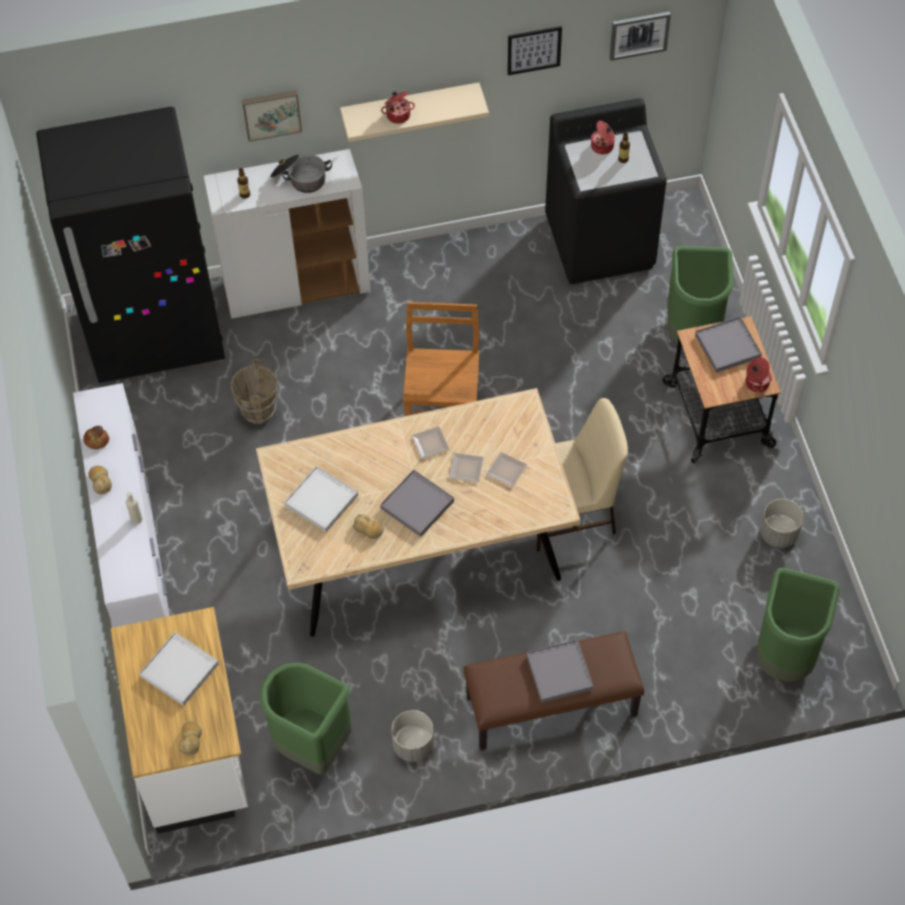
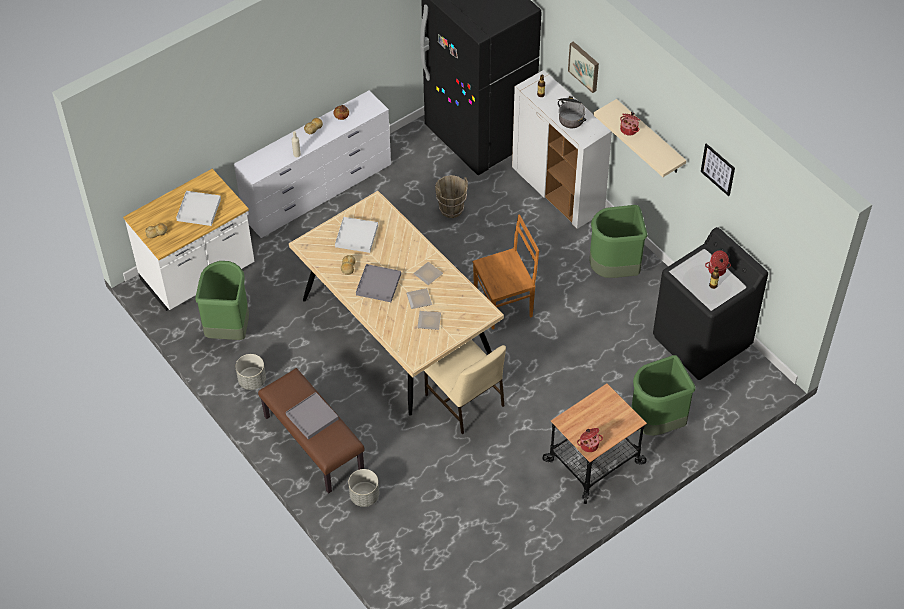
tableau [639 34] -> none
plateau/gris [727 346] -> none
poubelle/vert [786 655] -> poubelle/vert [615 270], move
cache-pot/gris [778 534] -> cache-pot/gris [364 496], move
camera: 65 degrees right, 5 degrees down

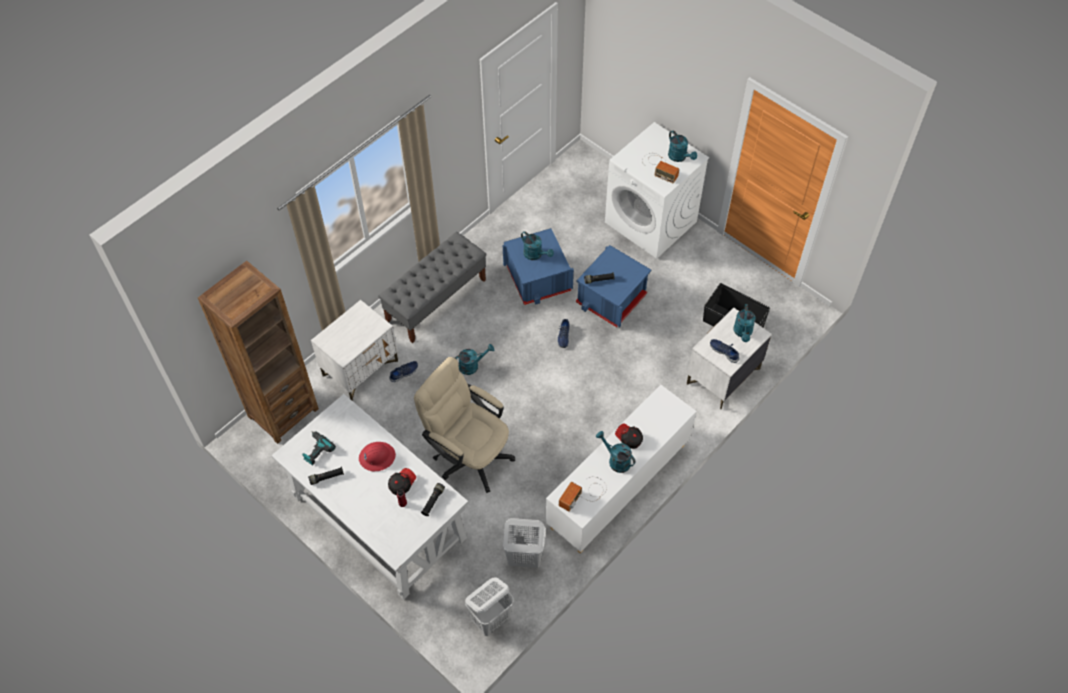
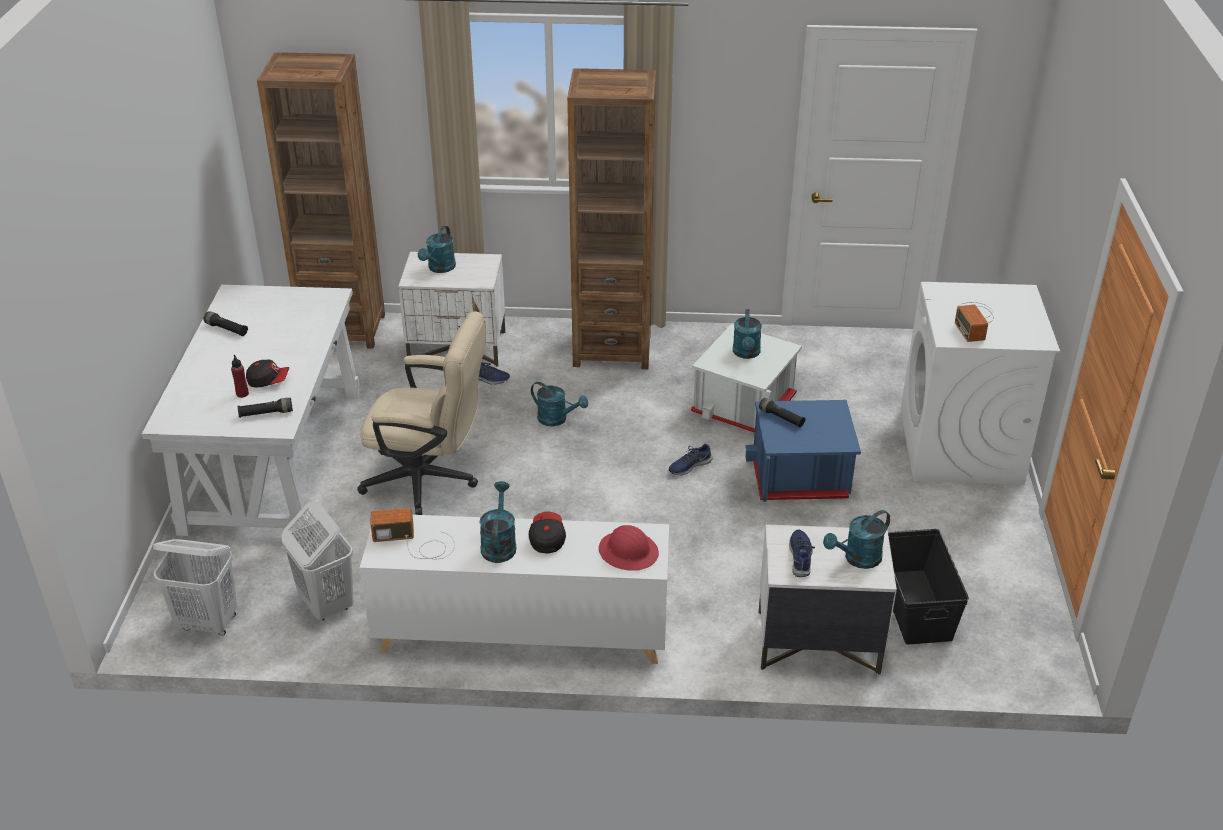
perceuse [316 450] -> none
casque de chantier/rouge [377 457] -> casque de chantier/rouge [628 552], move
banc/gris [436 300] -> bibliothèque/marron [612 350]
chaise de bureau/beige [468 454] -> chaise de bureau/beige [430 480], 105 degrees clockwise
boîte de rangement/bleu [538 277] -> boîte de rangement/blanc [745 403]
arrosoir/turquoise [679 157] -> arrosoir/turquoise [439 268], move
camera: 50 degrees right, 20 degrees down

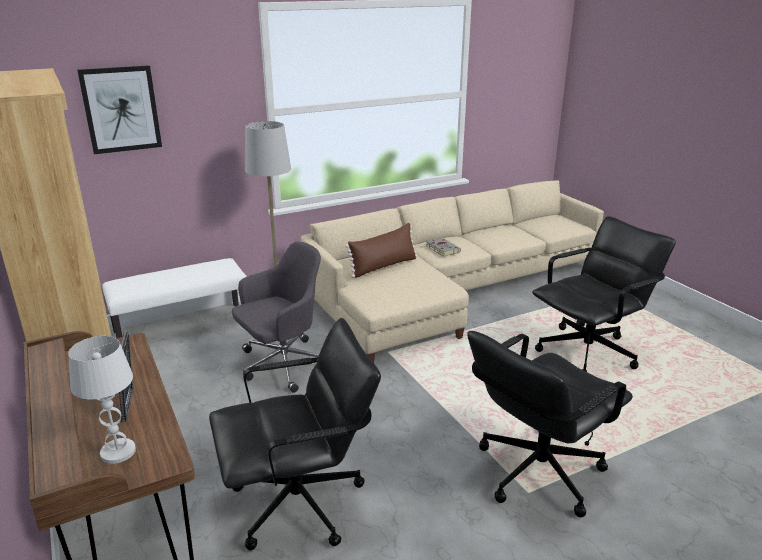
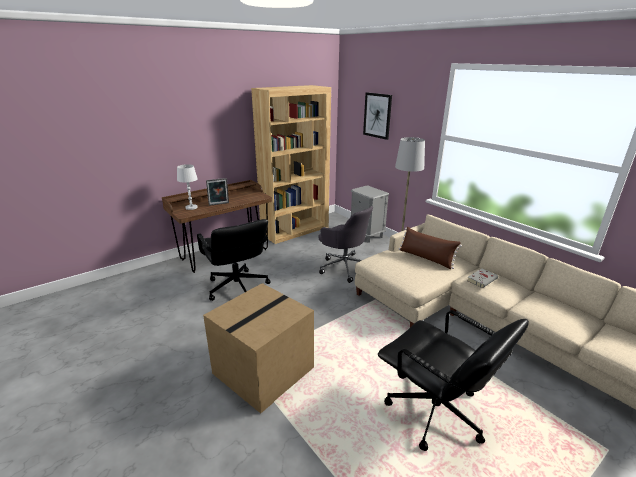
banc/blanc [183 327] -> table de chevet/gris [366 235]
chaise de bureau/noir [537 471] -> carton [263 369]
camera: 80 degrees right, 0 degrees up

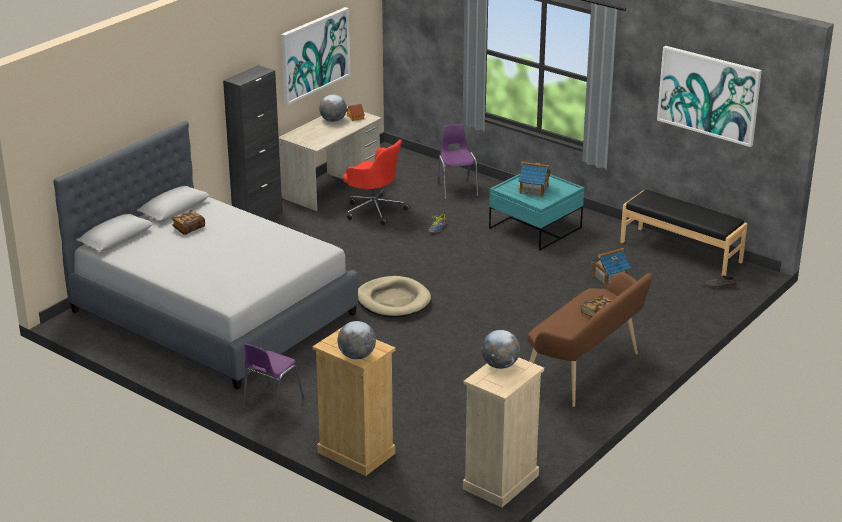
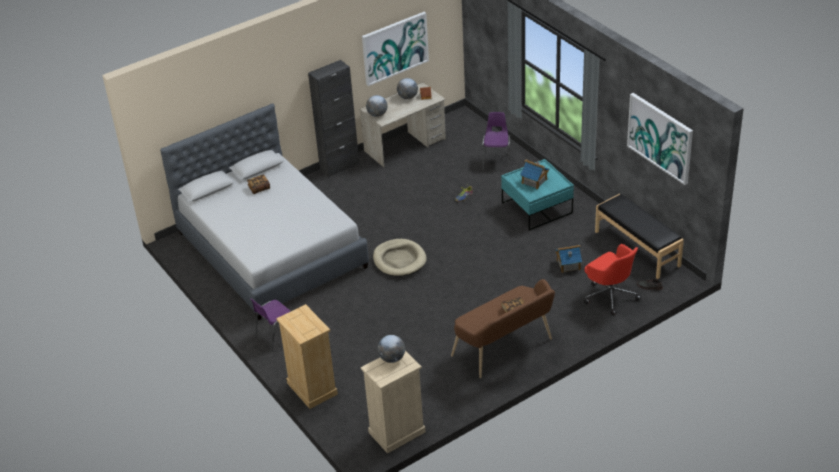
globe [356 356] -> globe [377 114], move
chaise de bureau/rouge [374 210] -> chaise de bureau/rouge [610 295], move
camera: 20 degrees right, 10 degrees up

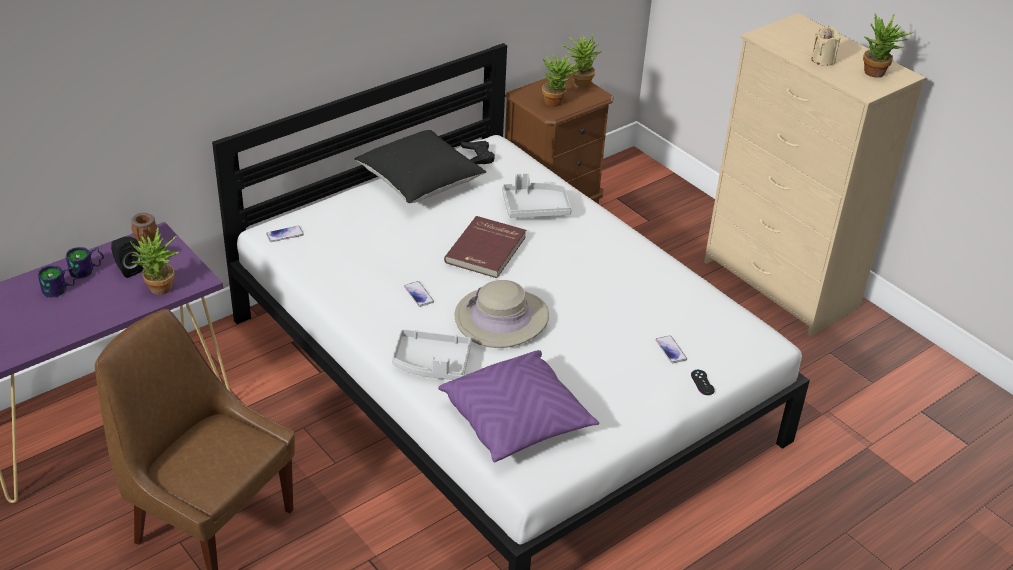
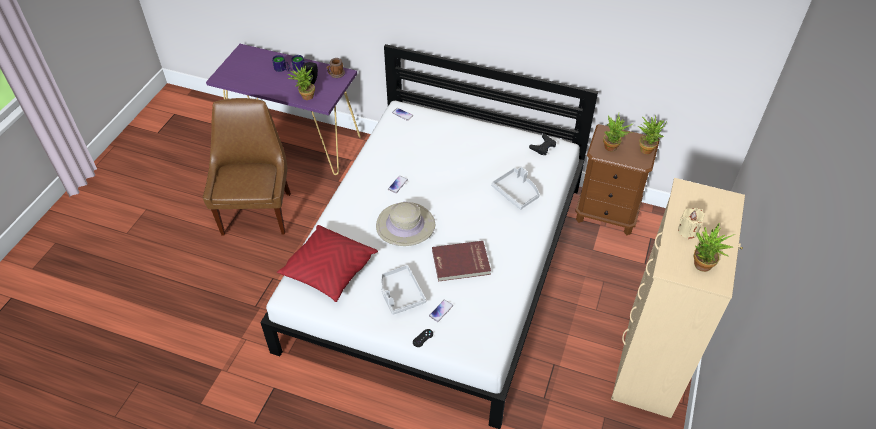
coussin/noir [420 183] -> none
plateau/gris [432 364] -> plateau/gris [400 294], move
coussin/violet [517 421] -> coussin/rouge [329 270]
livre/rouge [487 250] -> livre/rouge [461 263], move
camera: 60 degrees right, 10 degrees up

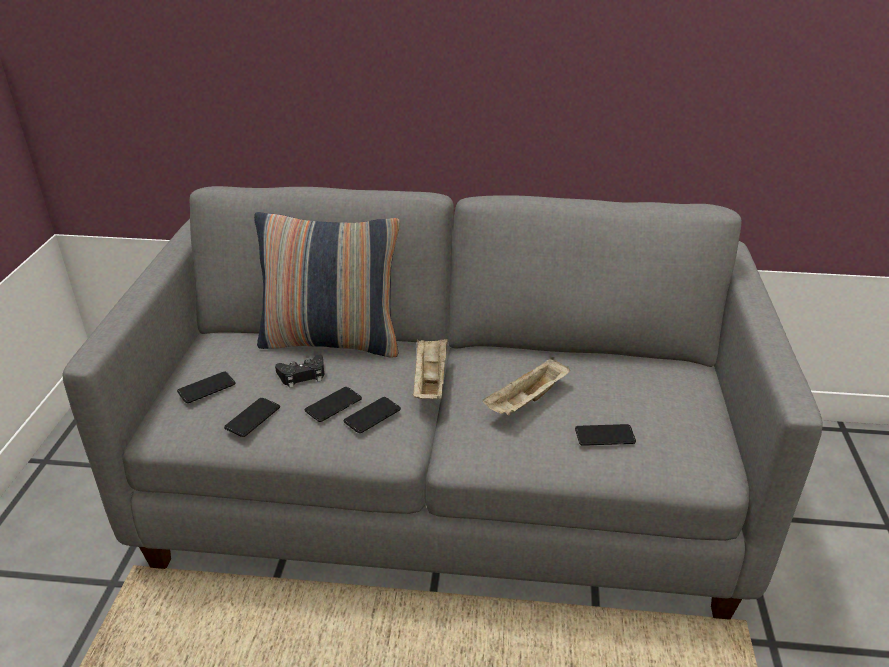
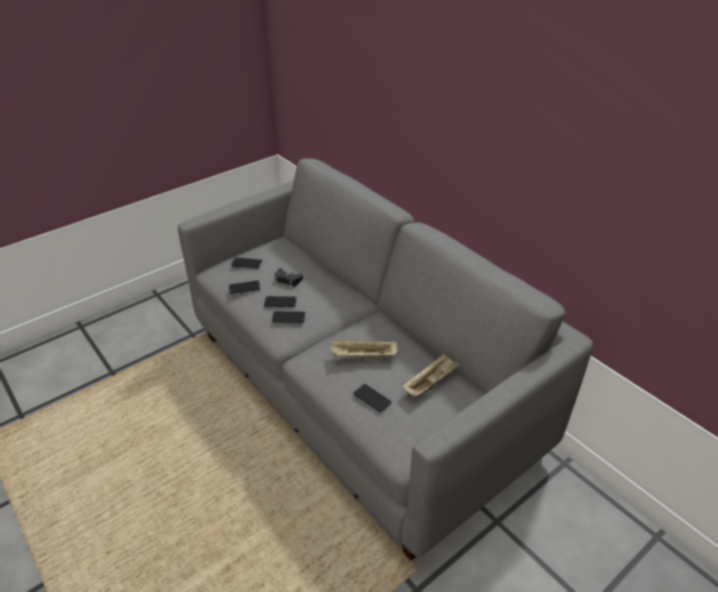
coussin [331 341] -> none
plateau/beige [430 381] -> plateau/beige [431 382], move
camera: 45 degrees right, 5 degrees up

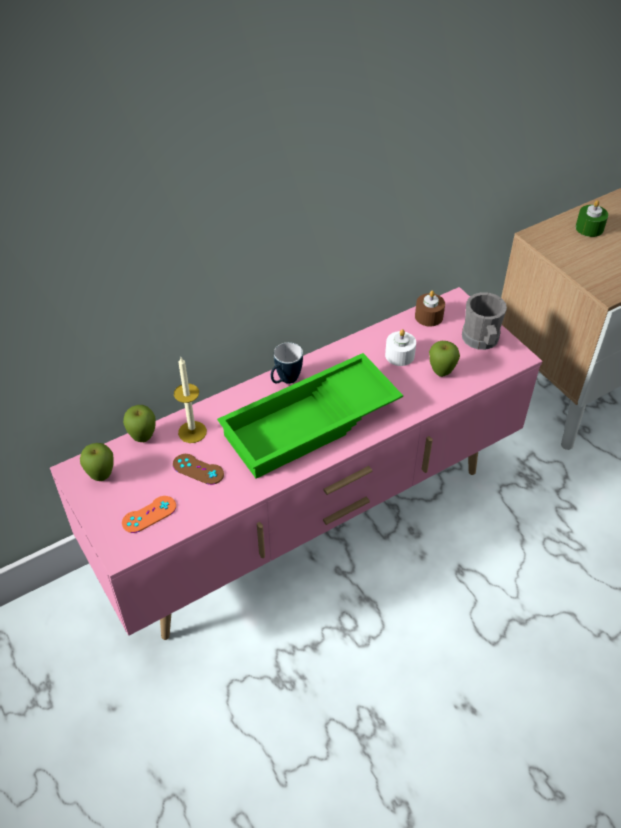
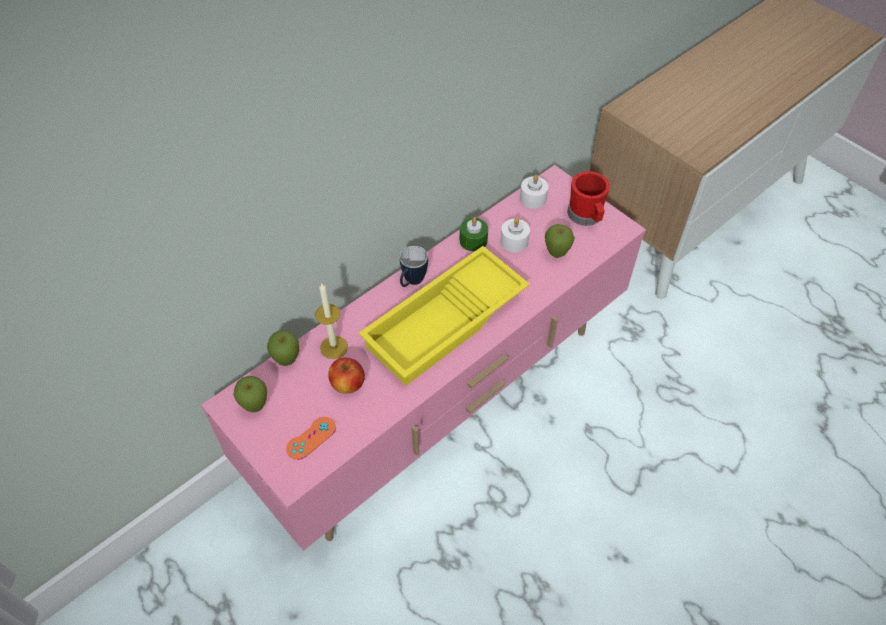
manette/marron [198 469] -> pomme [348 384]
plateau/vert [311 425] -> plateau/jaune [446 323]
bougie/marron [428 316] -> bougie/blanc [533 198]
mug/gris [481 340] -> mug/rouge [586 216]
bougie/vert [589 228] -> bougie/vert [473 240], move
camera: 10 degrees left, 5 degrees up

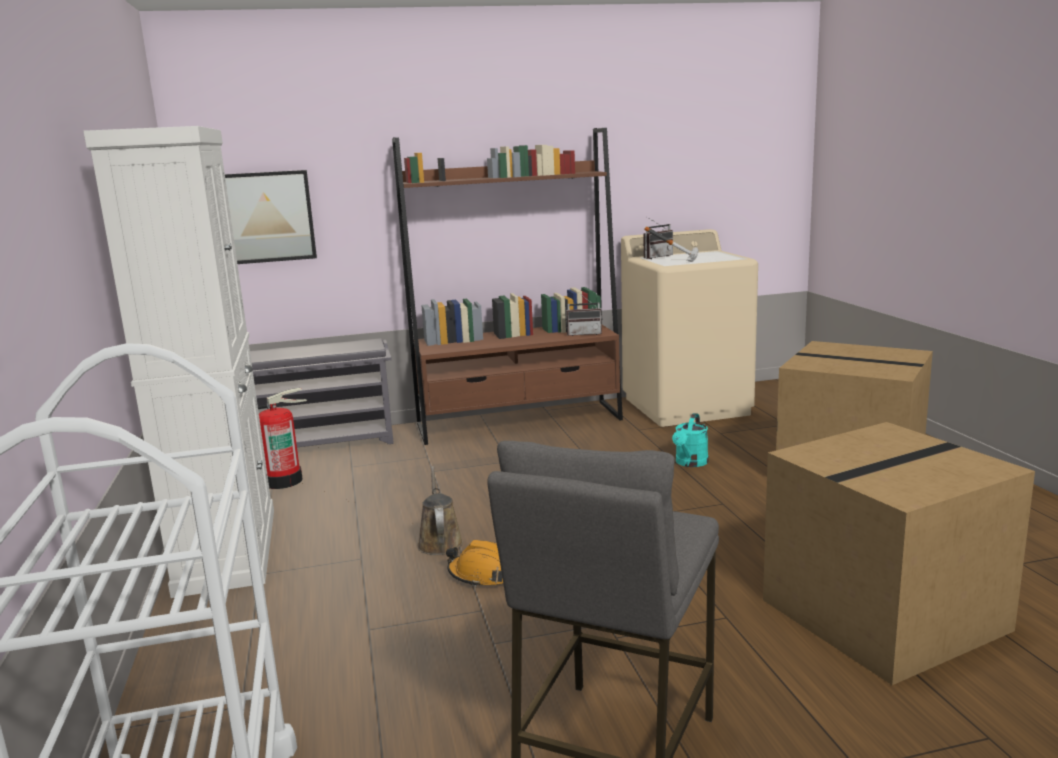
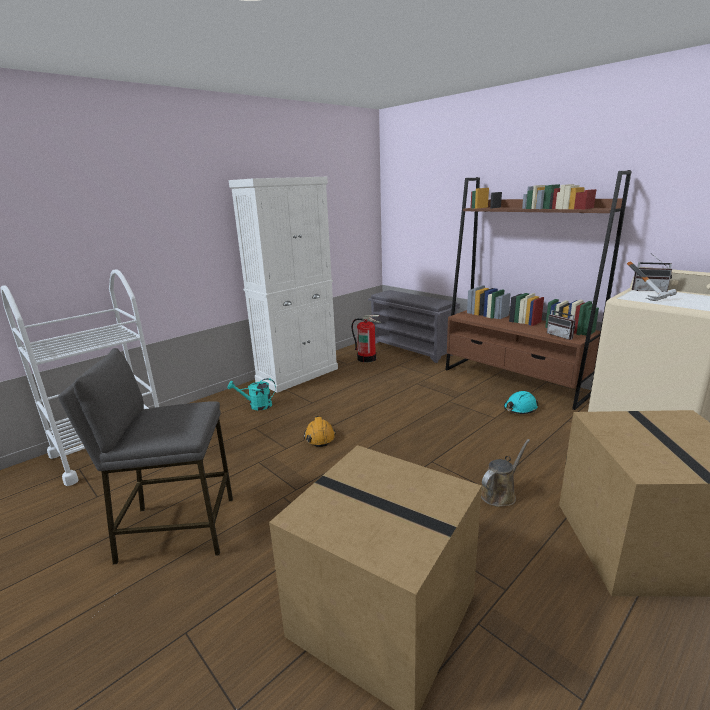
tableau [266 217] -> none
arrosoir/marron [439 542] -> arrosoir/marron [500 493], move
arrosoir/turquoise [690 463] -> arrosoir/turquoise [256 406], move
none -> casque de chantier/turquoise [520 409]
camera: 60 degrees right, 5 degrees up

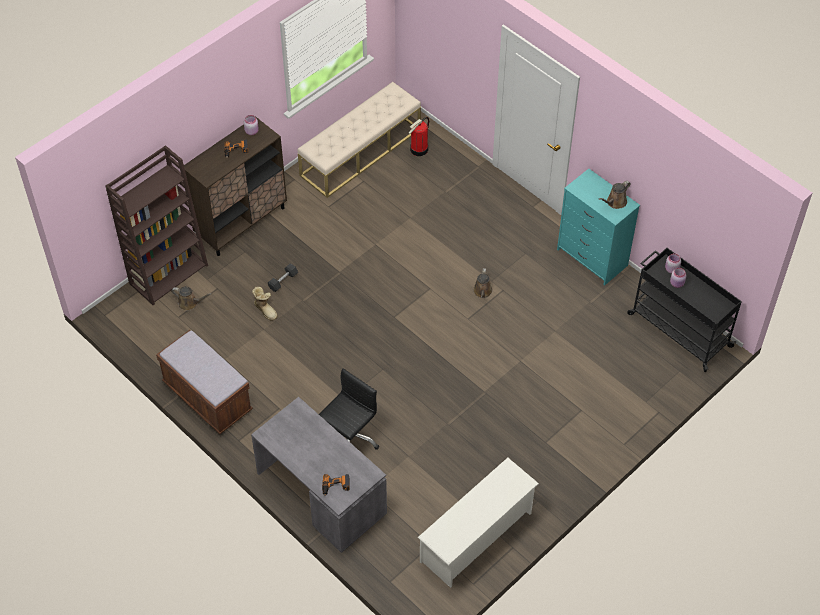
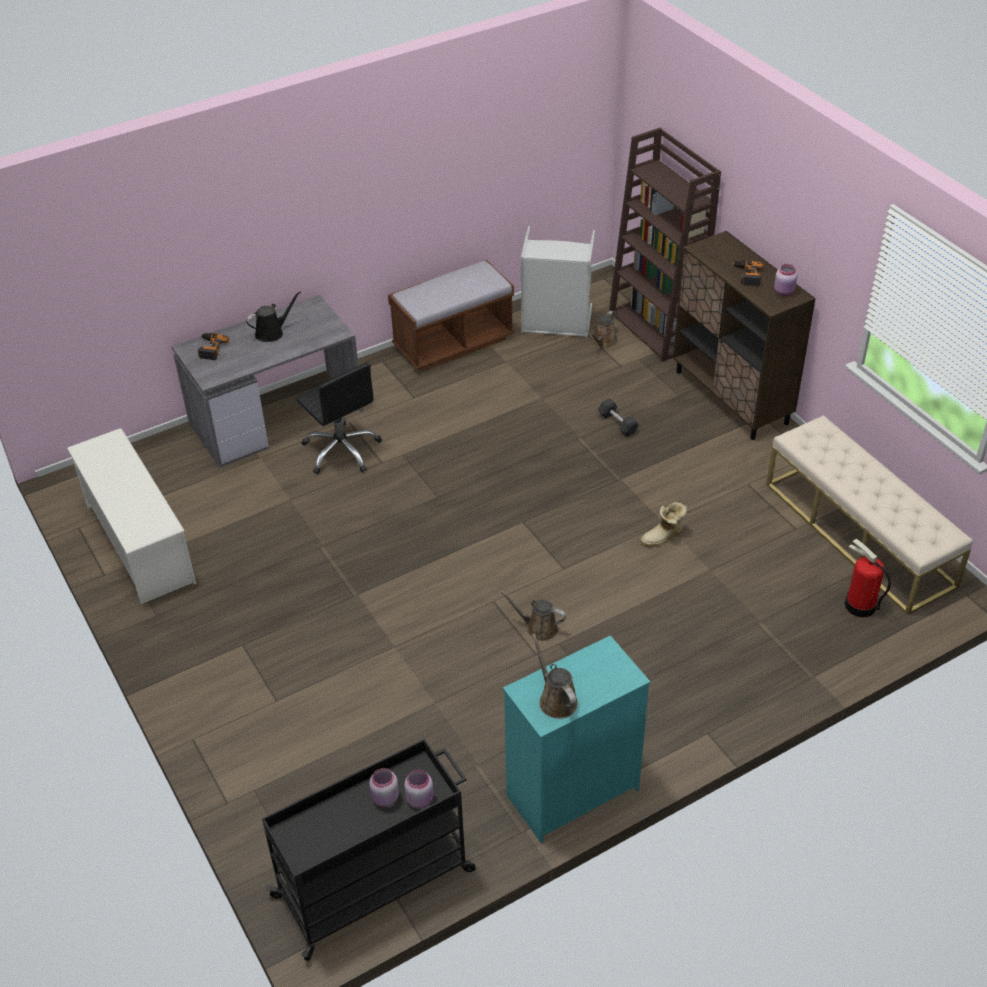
botte [266 310] -> botte [663 537], move
none -> arrosoir/noir [272 332]
none -> panier à linge/gris [556 324]
camera: 105 degrees right, 10 degrees down

